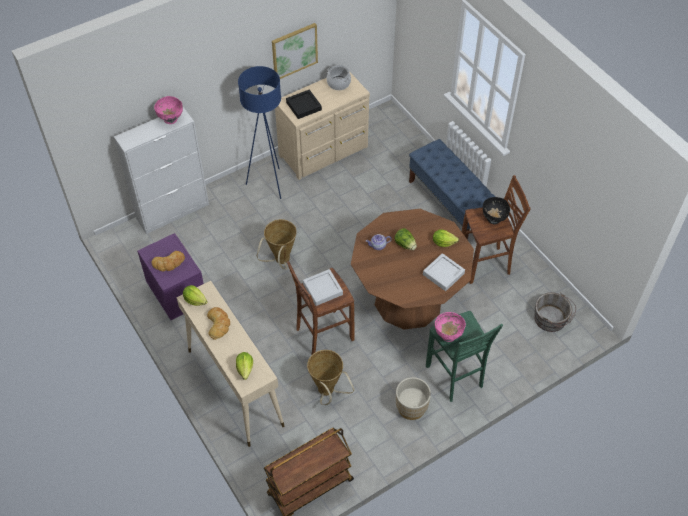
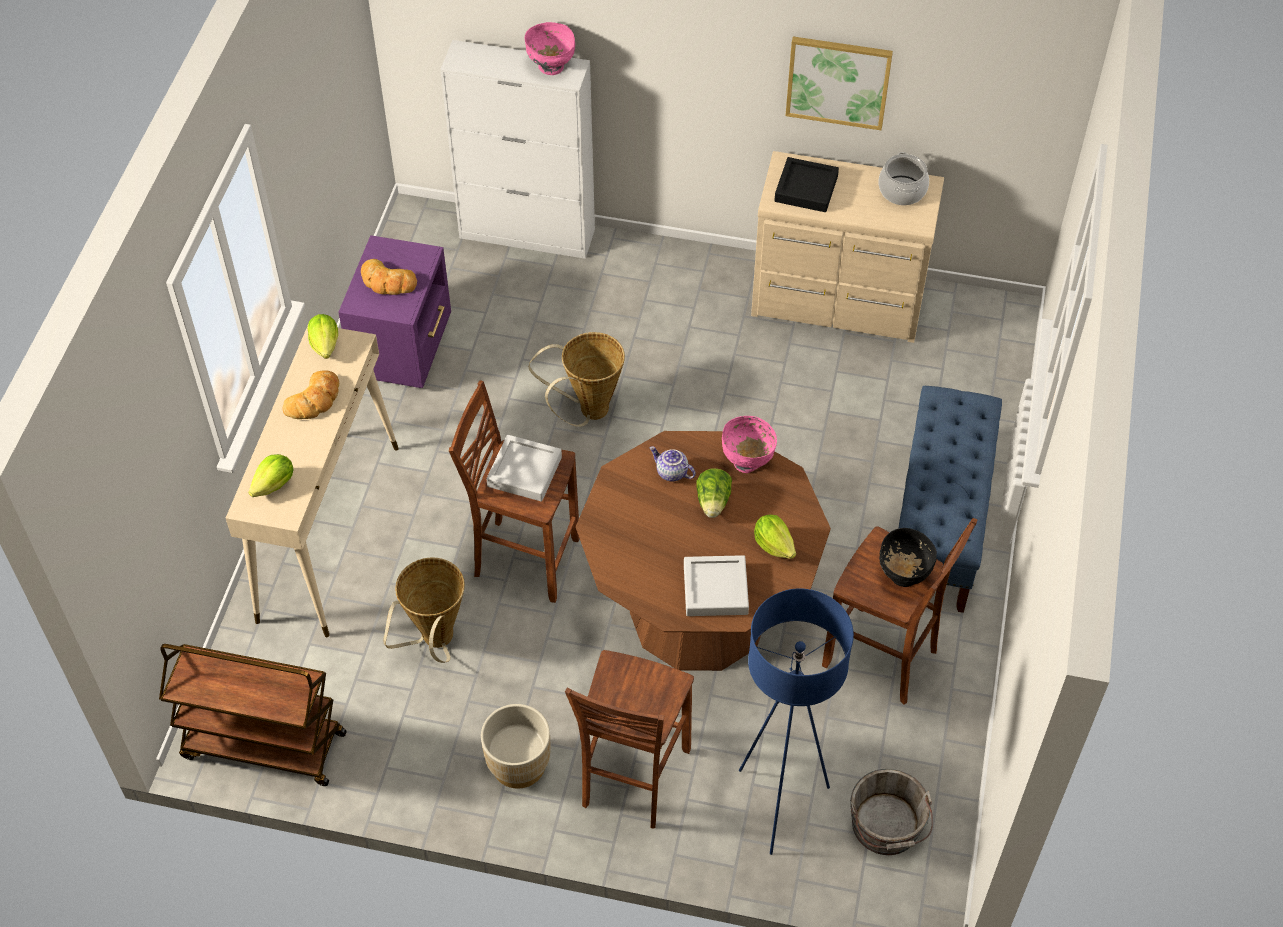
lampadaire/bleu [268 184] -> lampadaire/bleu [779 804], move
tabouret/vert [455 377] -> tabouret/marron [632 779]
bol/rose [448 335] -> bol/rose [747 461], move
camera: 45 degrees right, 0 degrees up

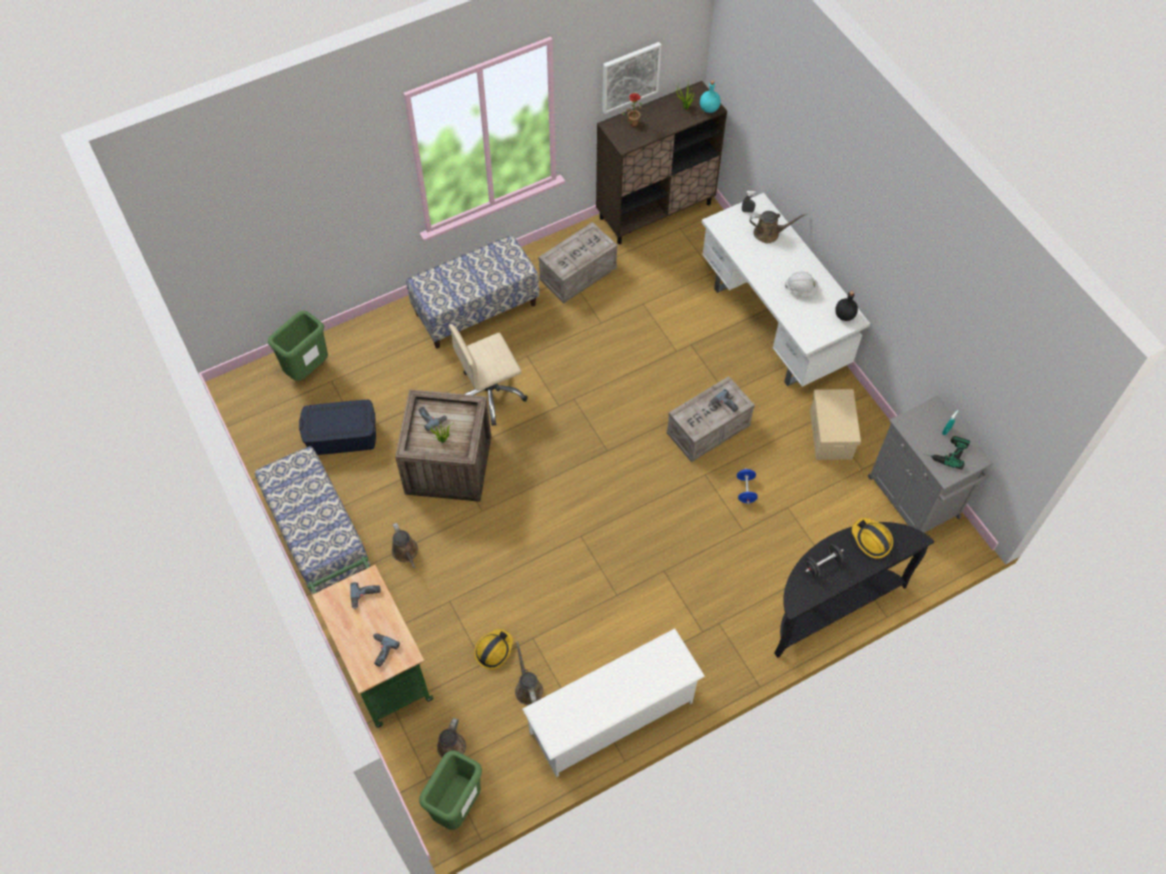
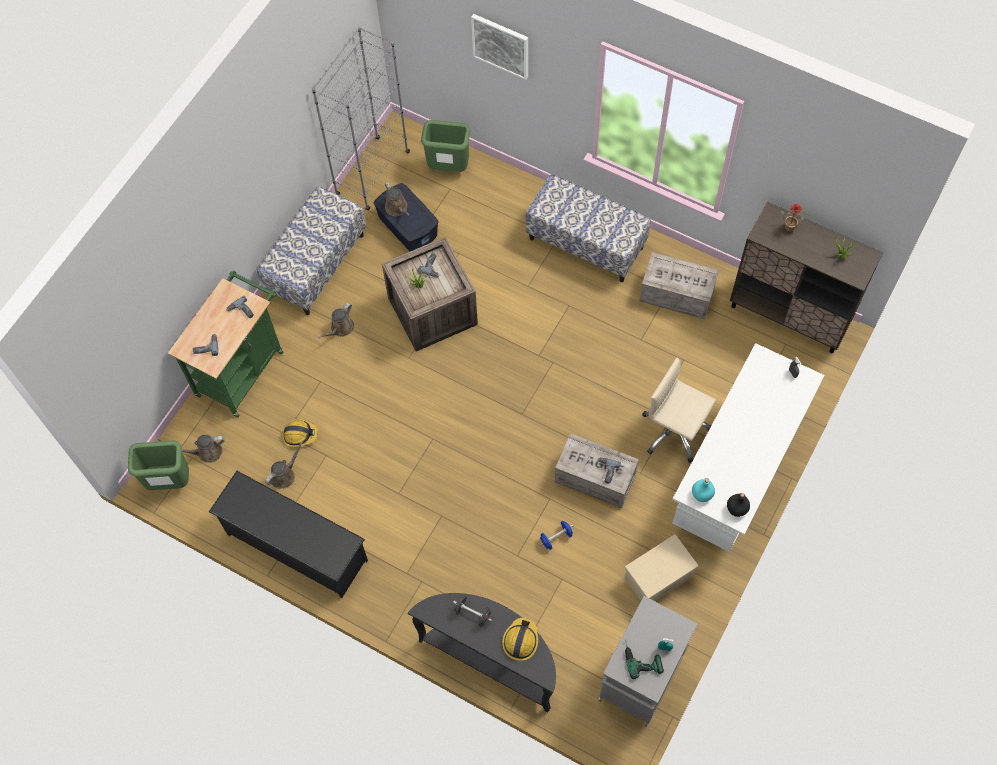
chaise de bureau/beige [490 394] -> chaise de bureau/beige [674 431], move
étagère à chaussures/blanc [612 717] -> étagère à chaussures/noir [296 547]
tableau [630 76] -> tableau [501 45], move
bouteille/turquoise [709 108] -> bouteille/turquoise [702 494], move
arrosoir/marron [769 233] -> arrosoir/marron [397 208], move
casque de chantier/blanc [801 289] -> none
none -> bibliothèque/gris [372 173]
camera: 60 degrees right, 5 degrees up

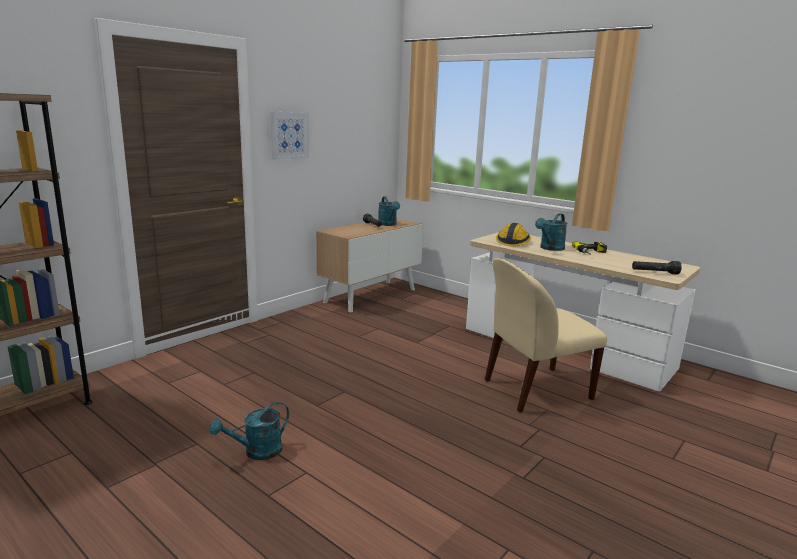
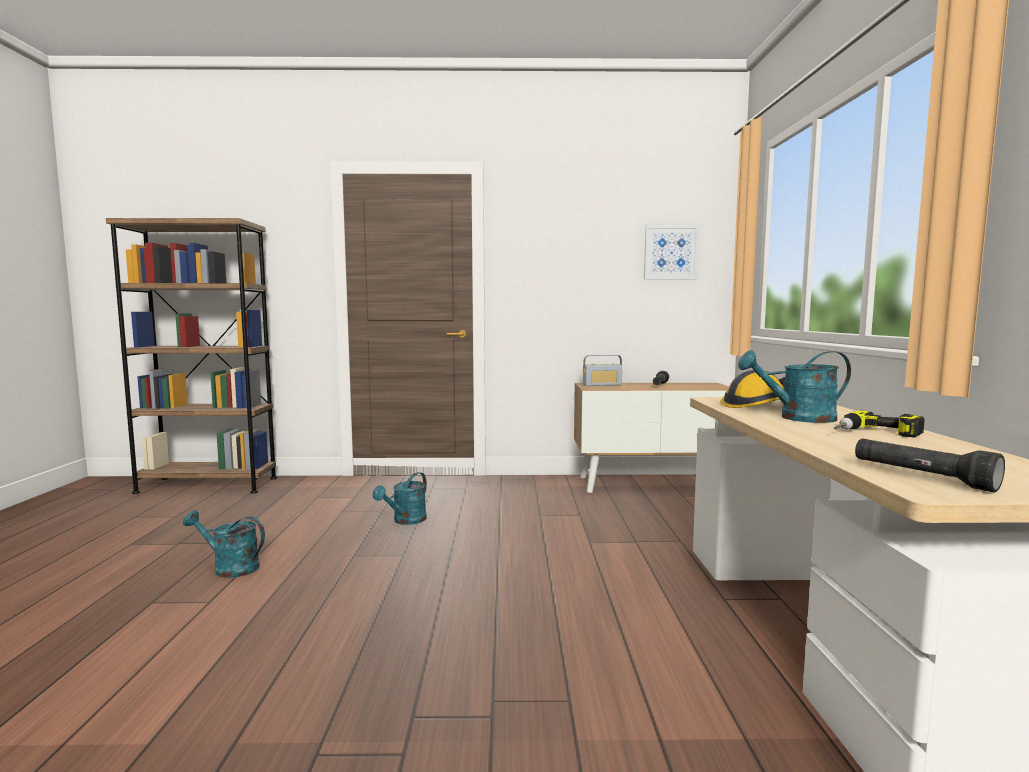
tableau [289 135] -> tableau [670 252], move
arrosoir/turquoise [388 224] -> arrosoir/turquoise [405 521], move
chaise/beige [535 390] -> none
none -> radio [602 385]
camera: 50 degrees right, 10 degrees down

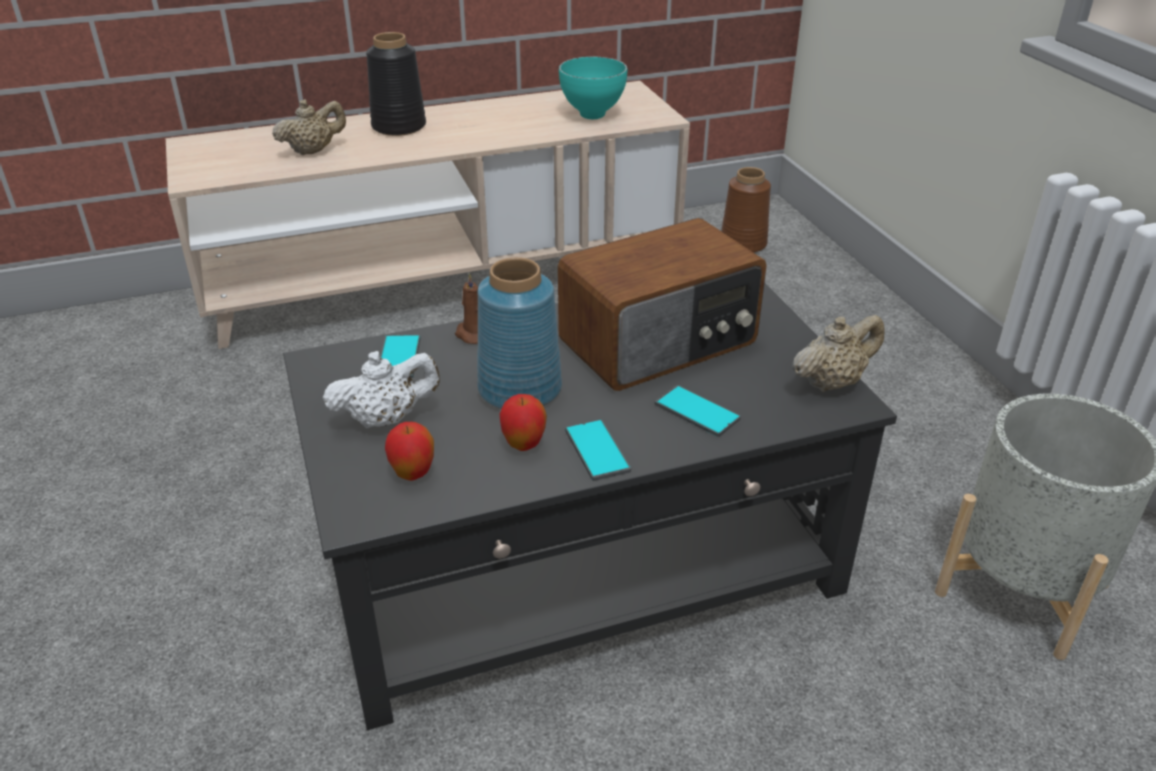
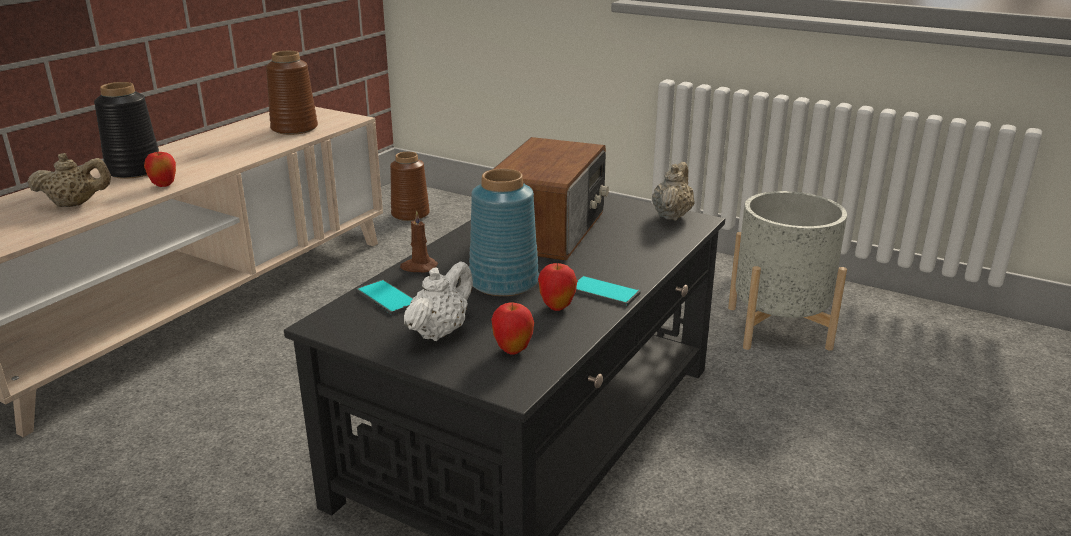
théière/beige [313 151] -> théière/beige [76 204], 60 degrees clockwise
bol/turquoise [591 115] -> vase/marron [293 129]
téléphone [696 412] -> none
none -> pomme [164 185]
camera: 40 degrees left, 10 degrees down

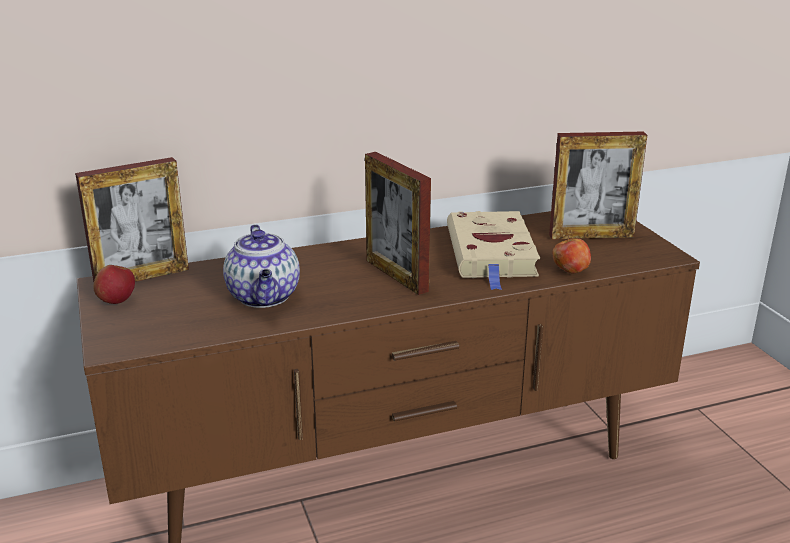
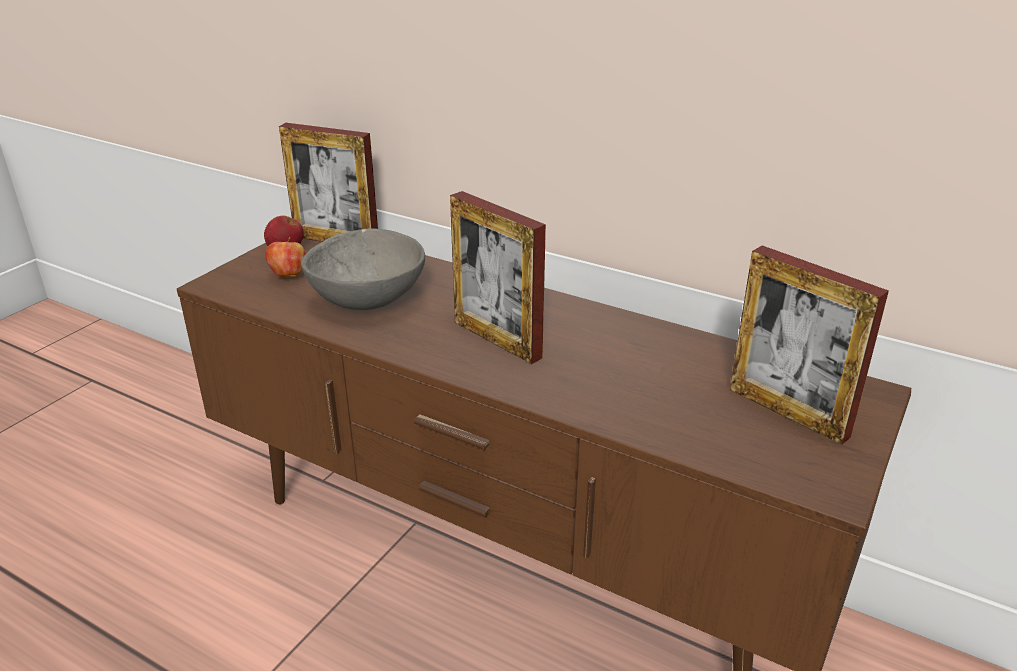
théière [264 297] -> bol/gris [367 301]
cadre photo [396 275] -> cadre photo [497 339], 60 degrees counterclockwise
livre/beige [492 254] -> none
pomme [570 271] -> pomme [288 276], move
camera: 50 degrees right, 5 degrees up

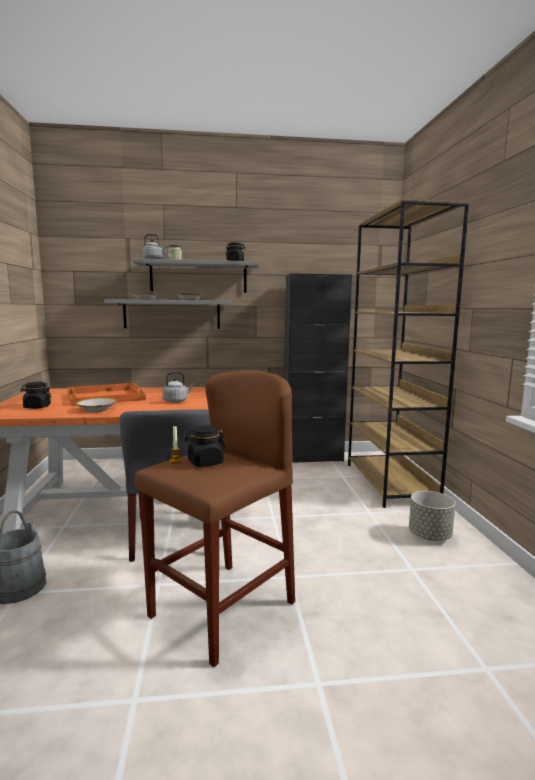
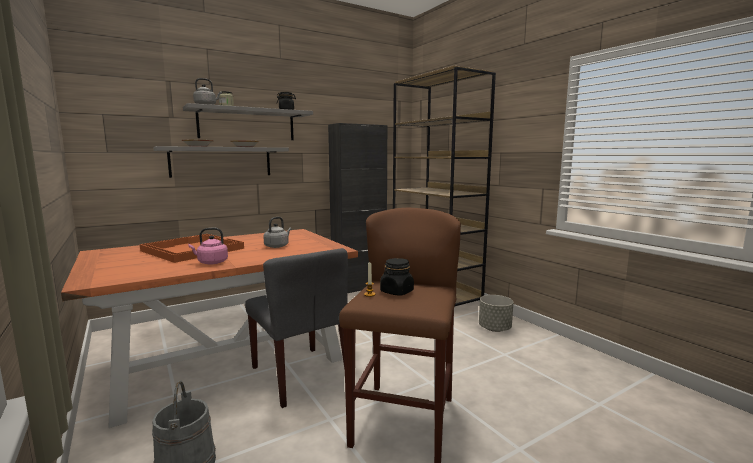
bocal/noir [37 407] -> none
bol [96 409] -> bouilloire/rose [211 262]
camera: 25 degrees left, 0 degrees up

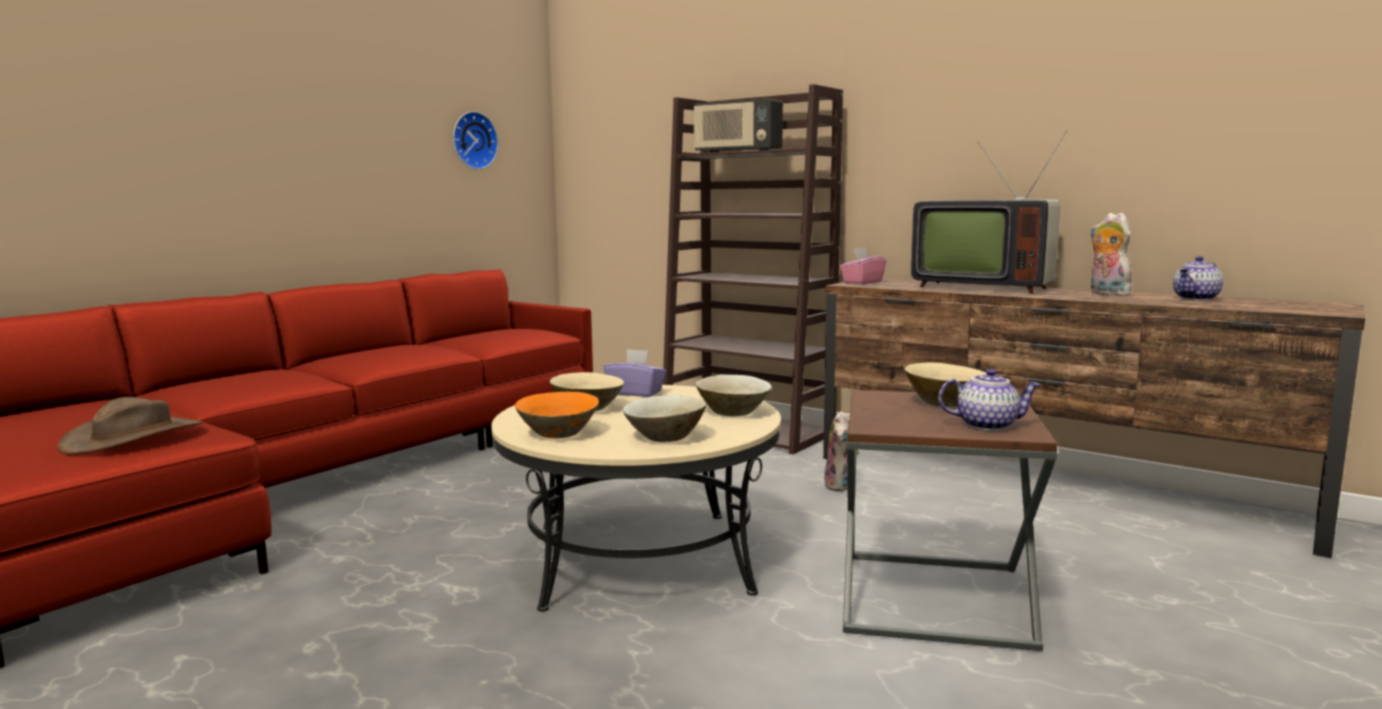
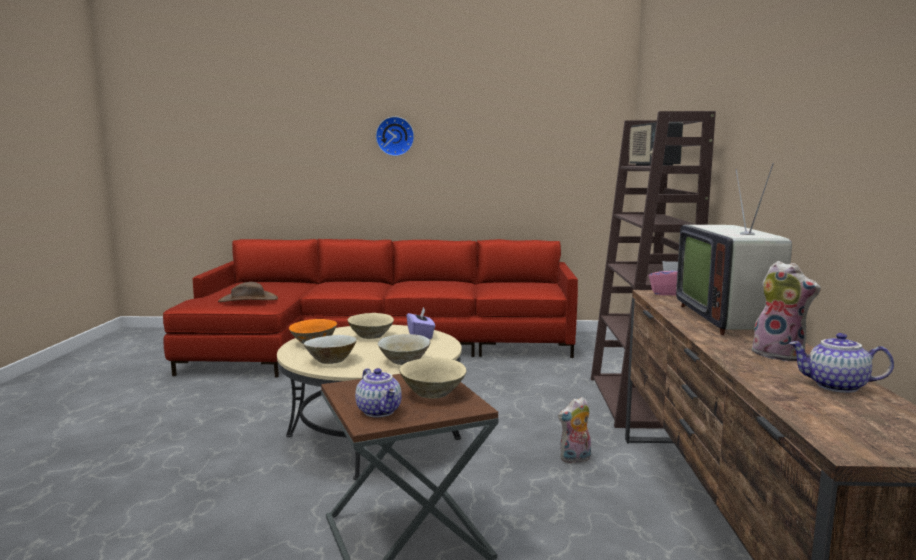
horloge murale [473 140] -> horloge murale [395 136], move
peluche [1106 294] -> peluche [780 355], 105 degrees clockwise
camera: 55 degrees right, 0 degrees up

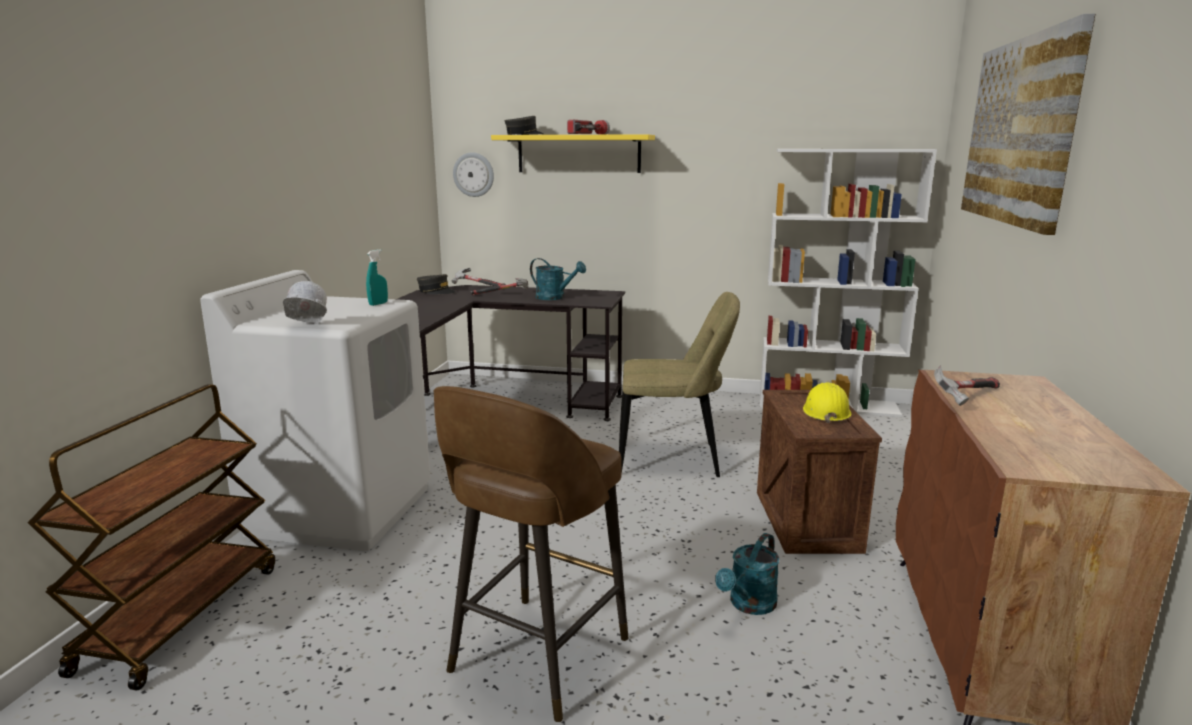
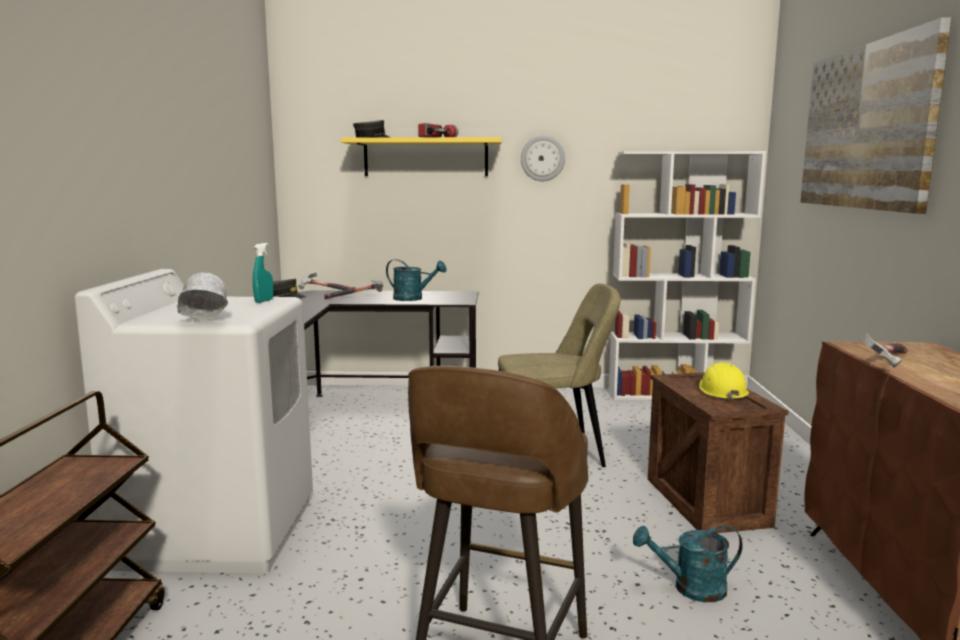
horloge murale [473 174] -> horloge murale [542 158], move
arrosoir/turquoise [749 605] -> arrosoir/turquoise [690 588], 60 degrees clockwise
camera: 10 degrees left, 5 degrees down

